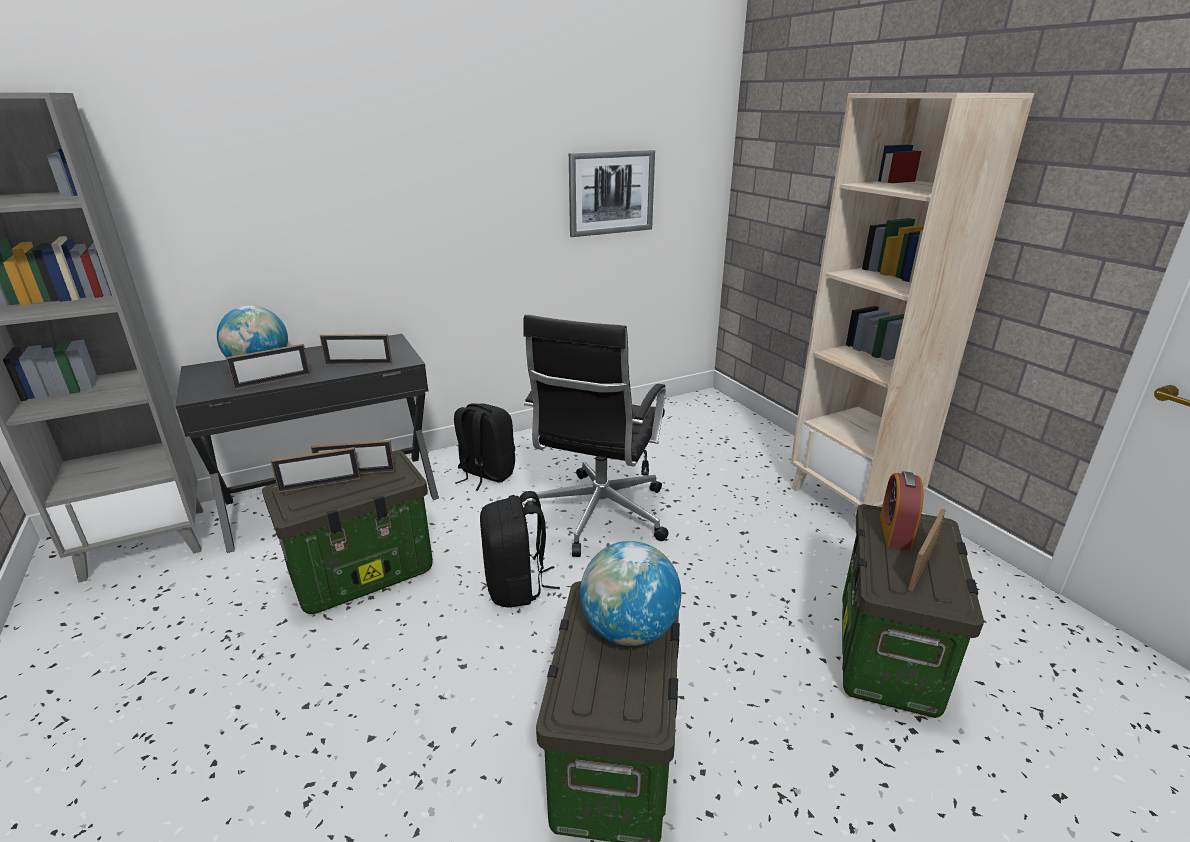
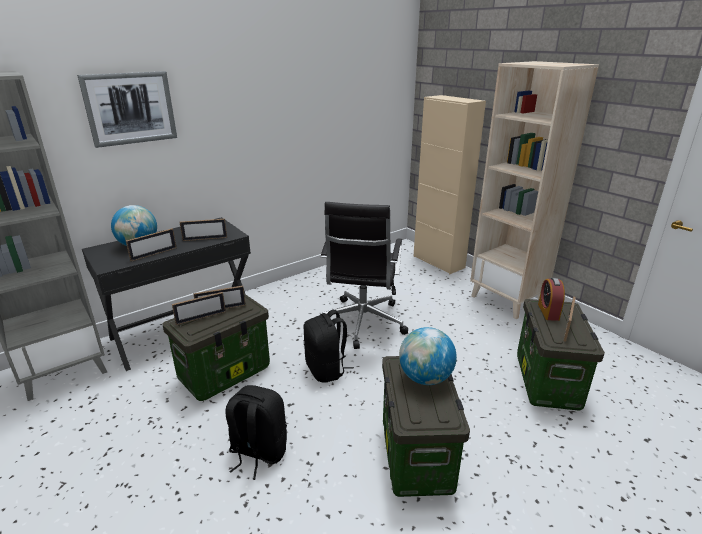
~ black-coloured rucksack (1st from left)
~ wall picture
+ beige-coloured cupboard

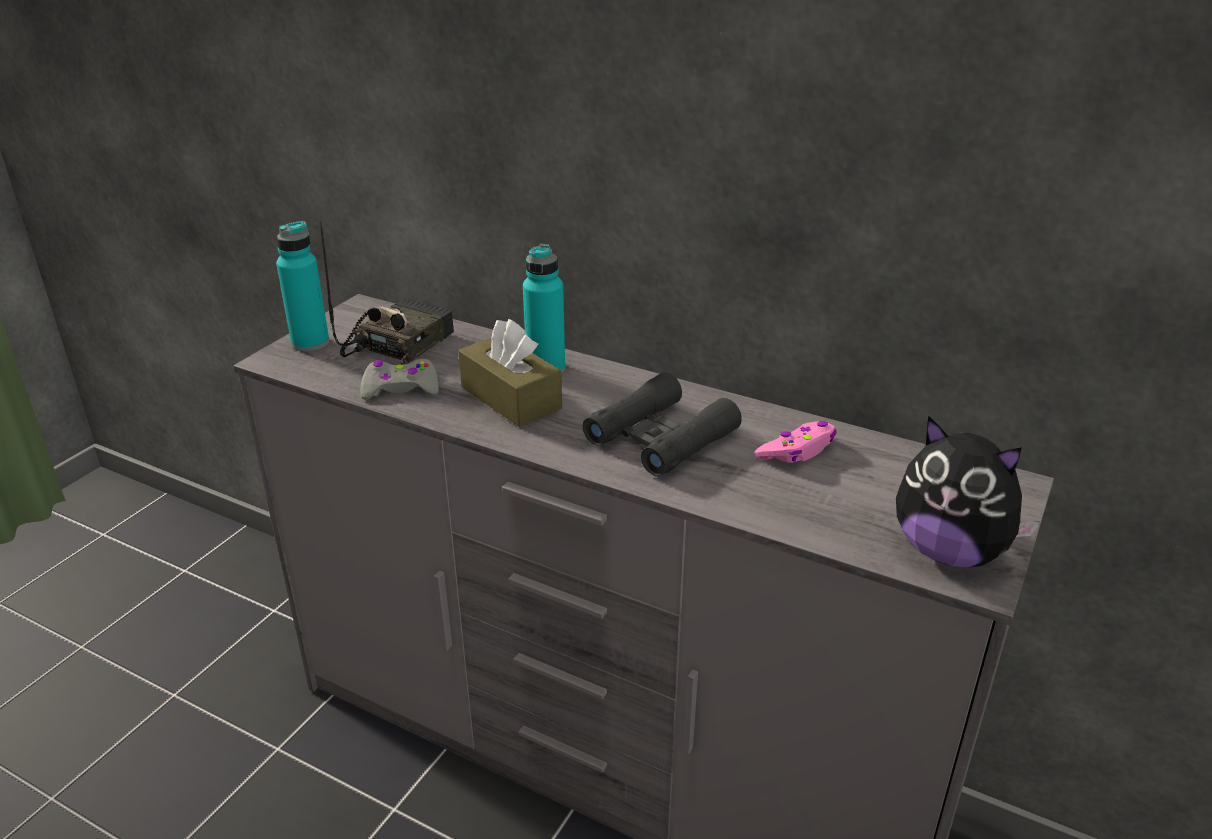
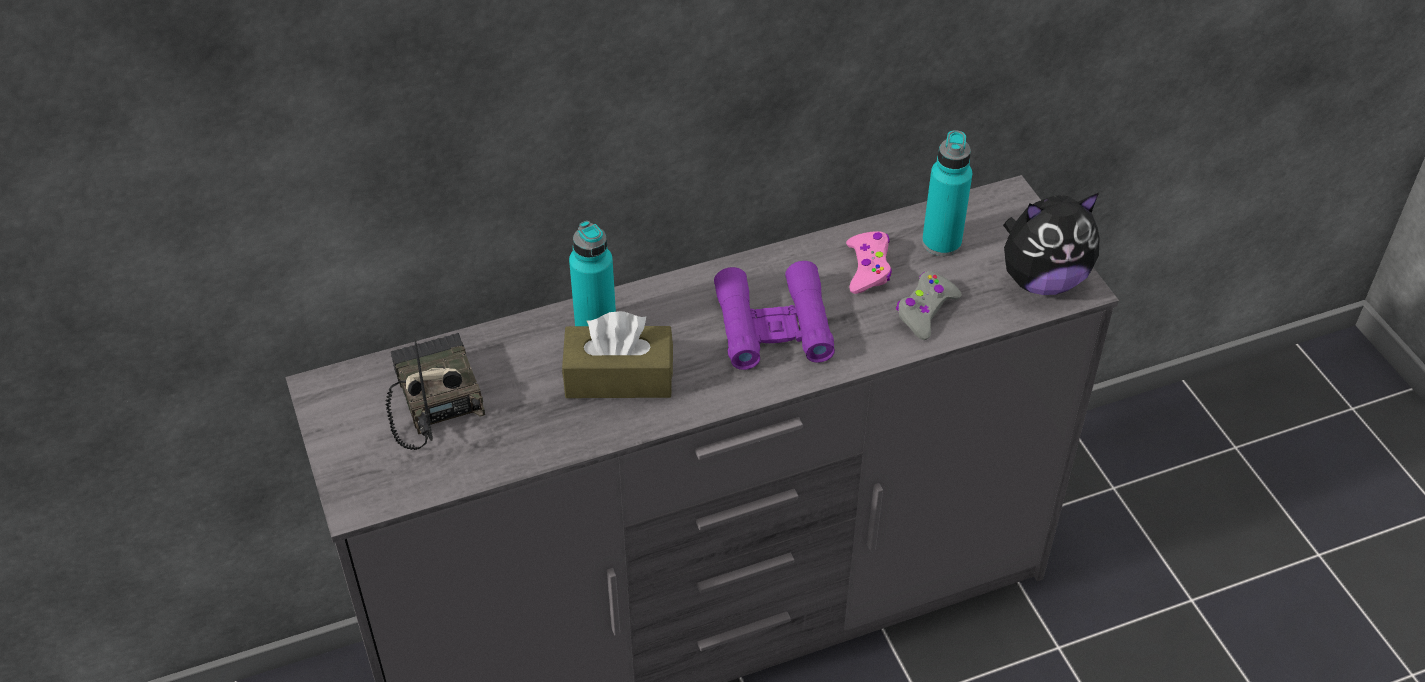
~ turquoise drink bottle (1st from left in the first image) to turquoise drink bottle (2nd from left)
~ gray joypad
~ black-coloured binoculars to purple-coloured binoculars

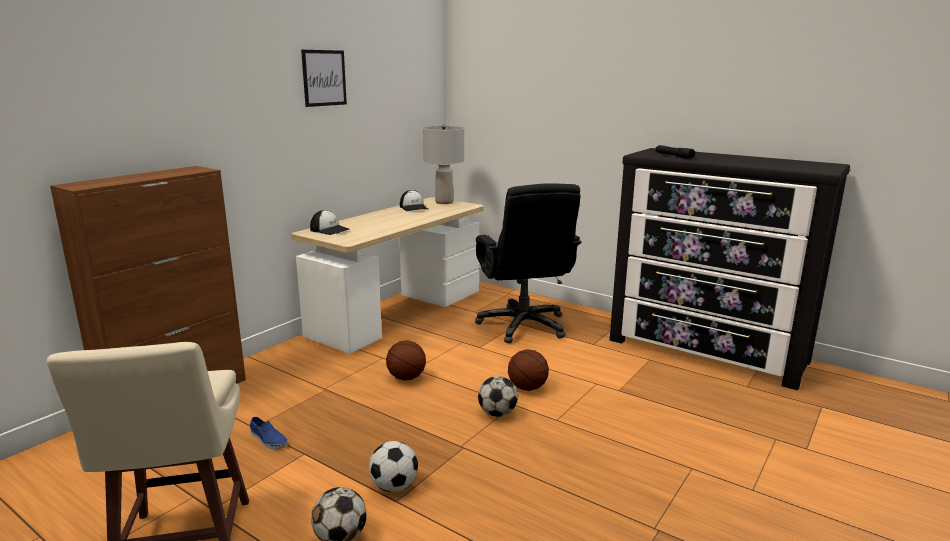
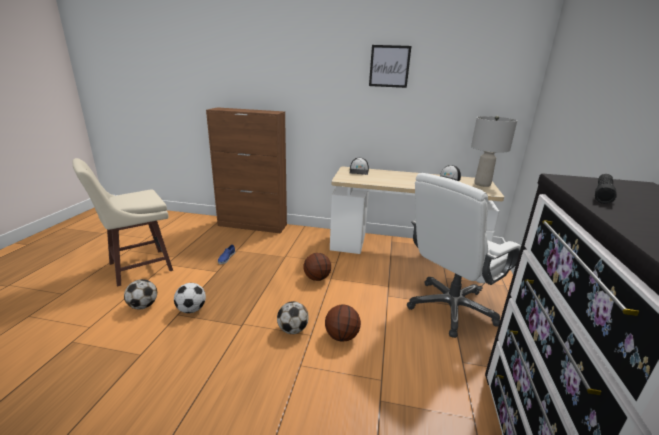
~ black-coloured computer chair to whitish computer chair

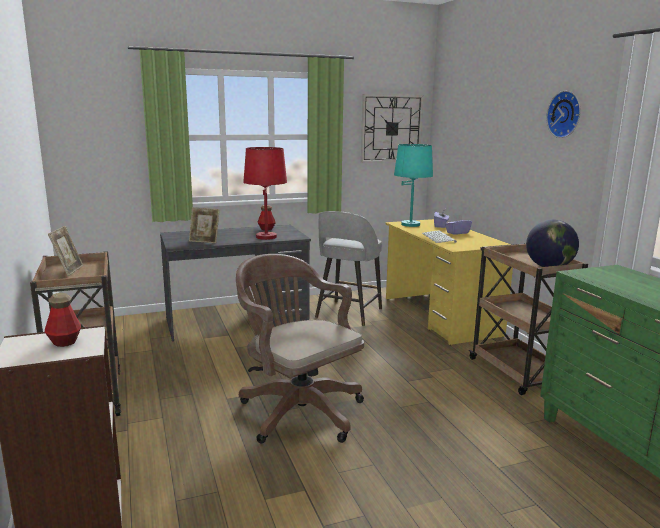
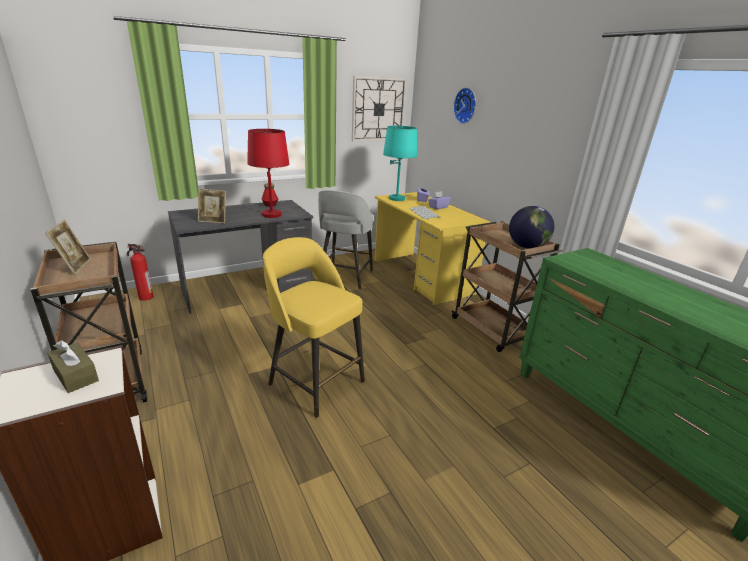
~ drink bottle (1st from left) to brown tissue holder
~ brown computer chair to yellow sitting stool
~ clock on the wall (2nd from left)
+ fire extinguisher

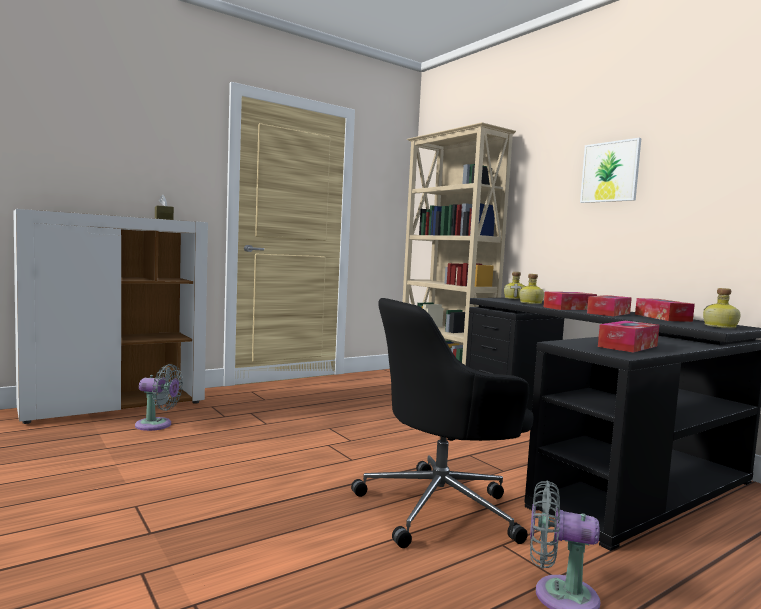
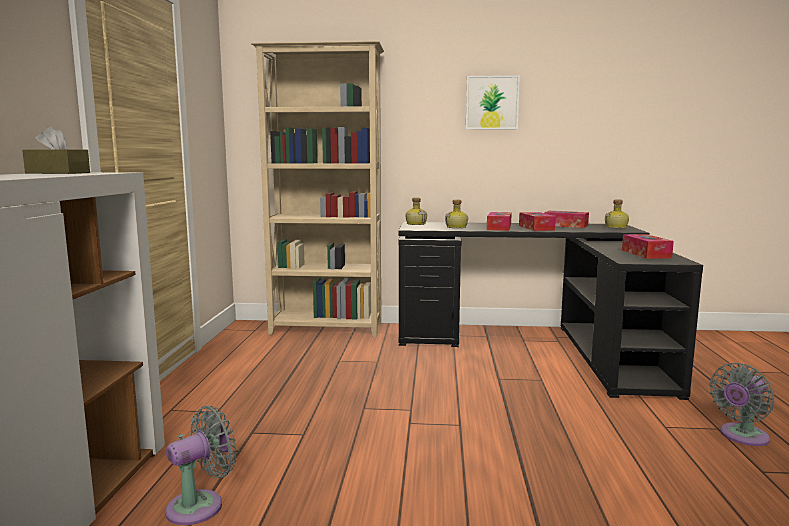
- black-coloured computer chair

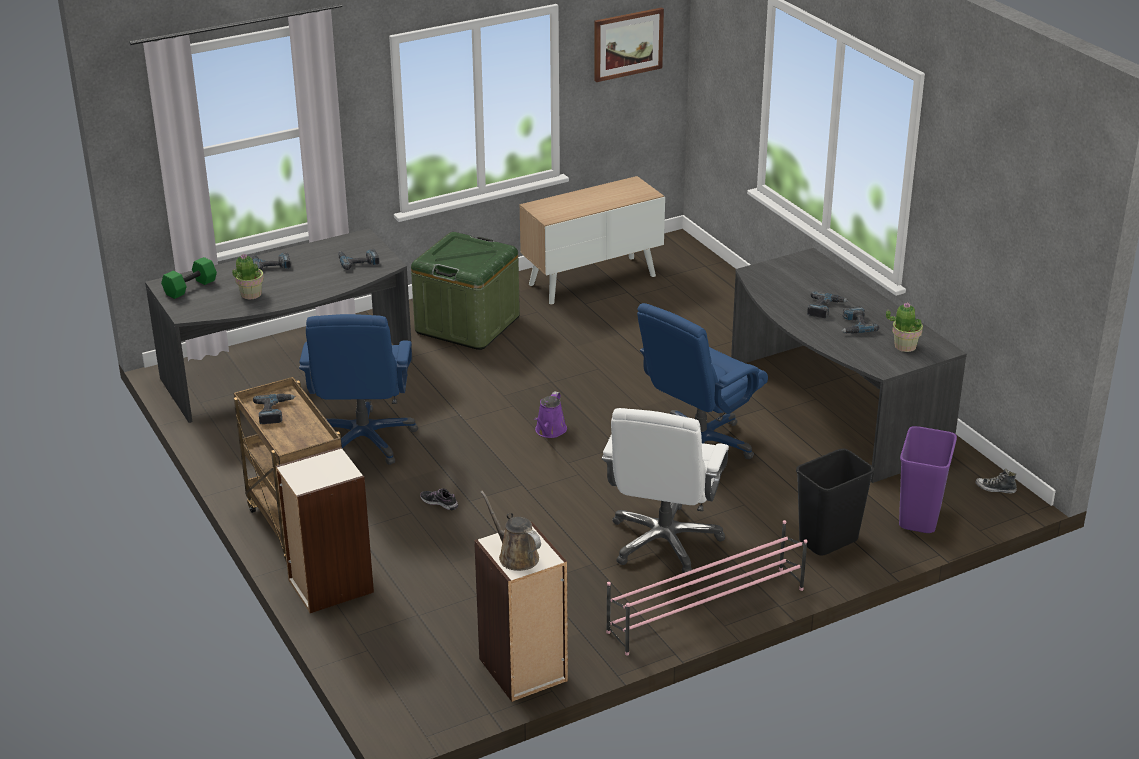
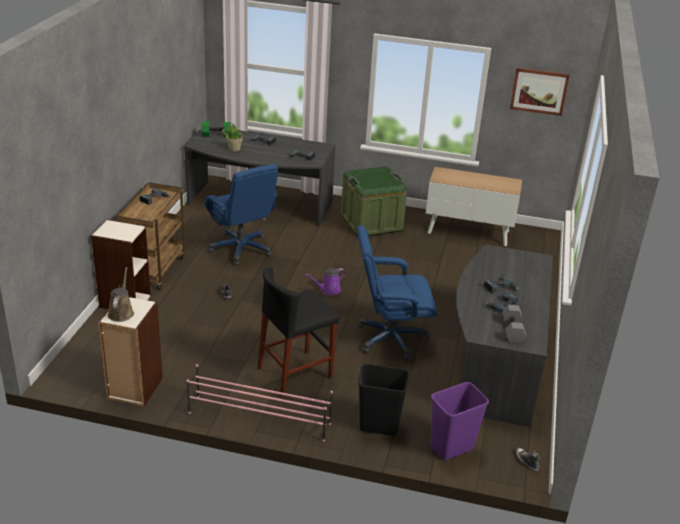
~ blue-coloured computer chair (1st from left) 75 degrees counterclockwise
~ whitish computer chair to black-coloured sitting stool
~ potted plant (2nd from left) to gray hand weight

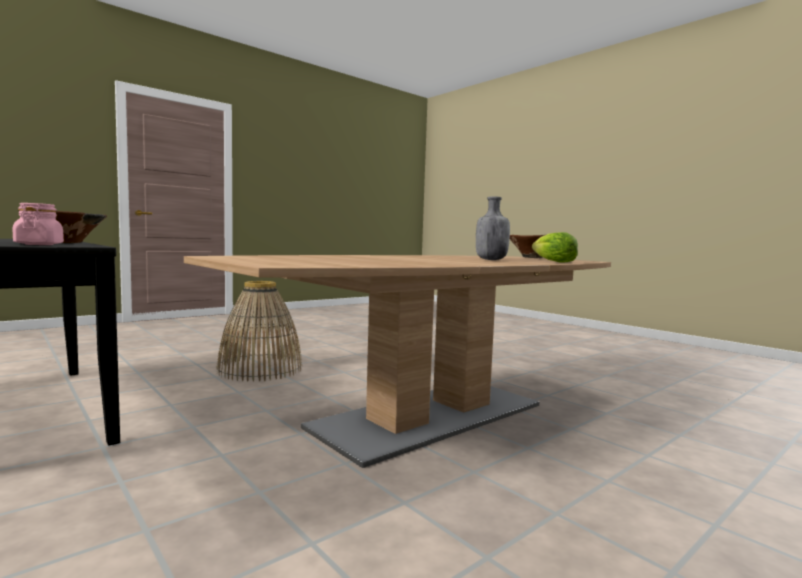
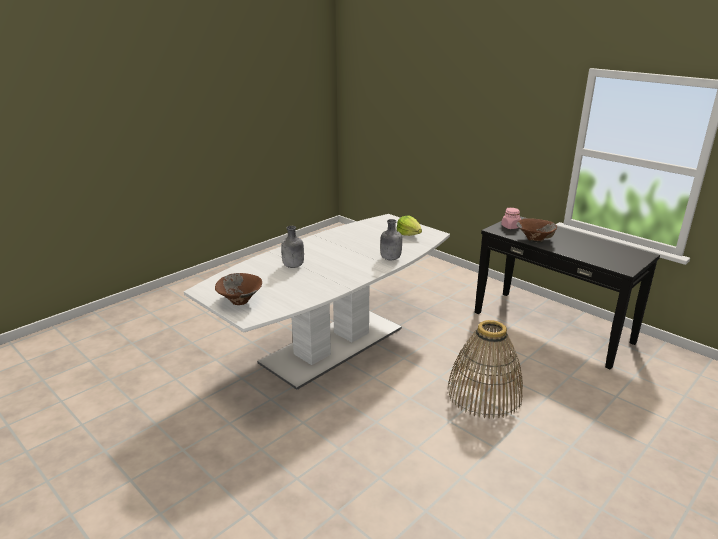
~ brown kitchen table to whitish kitchen table
~ lettuce
+ gray drink bottle (2nd from left)

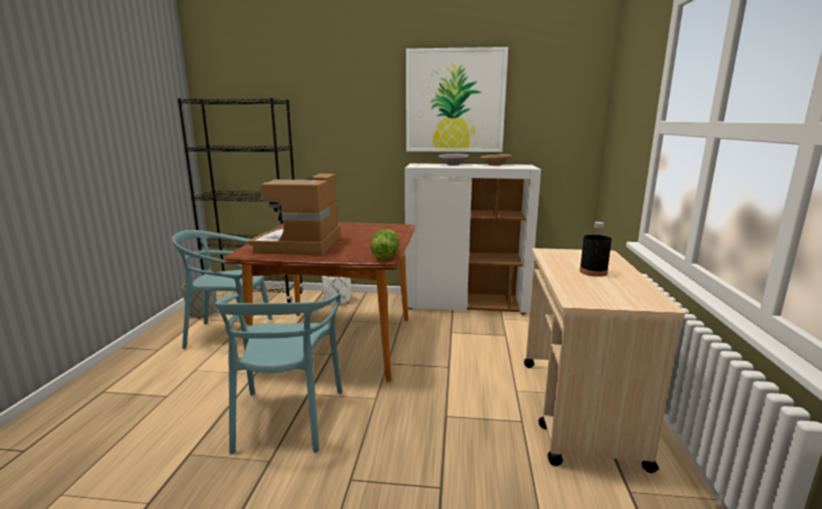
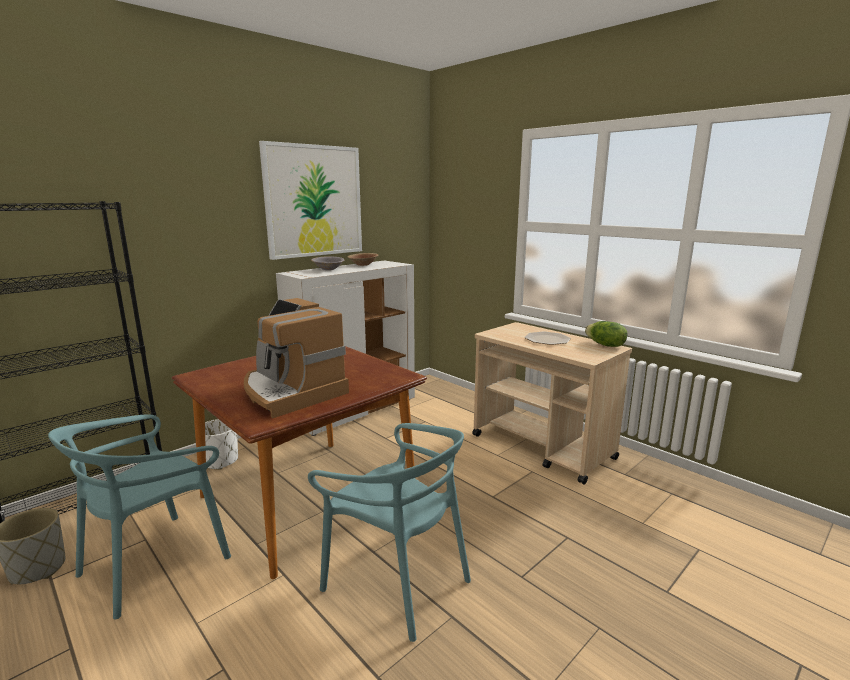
~ lettuce
~ black-coloured drink bottle to plate

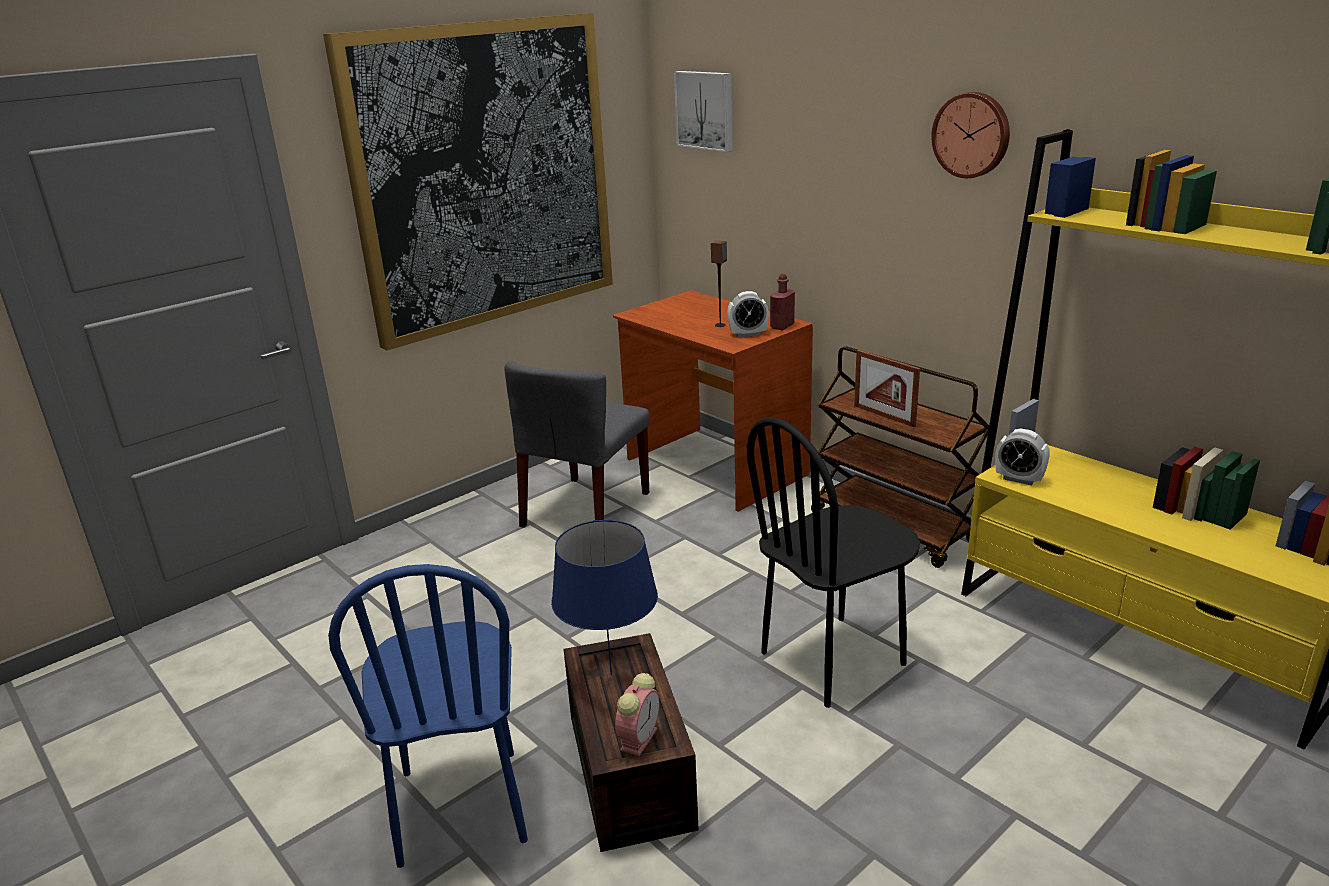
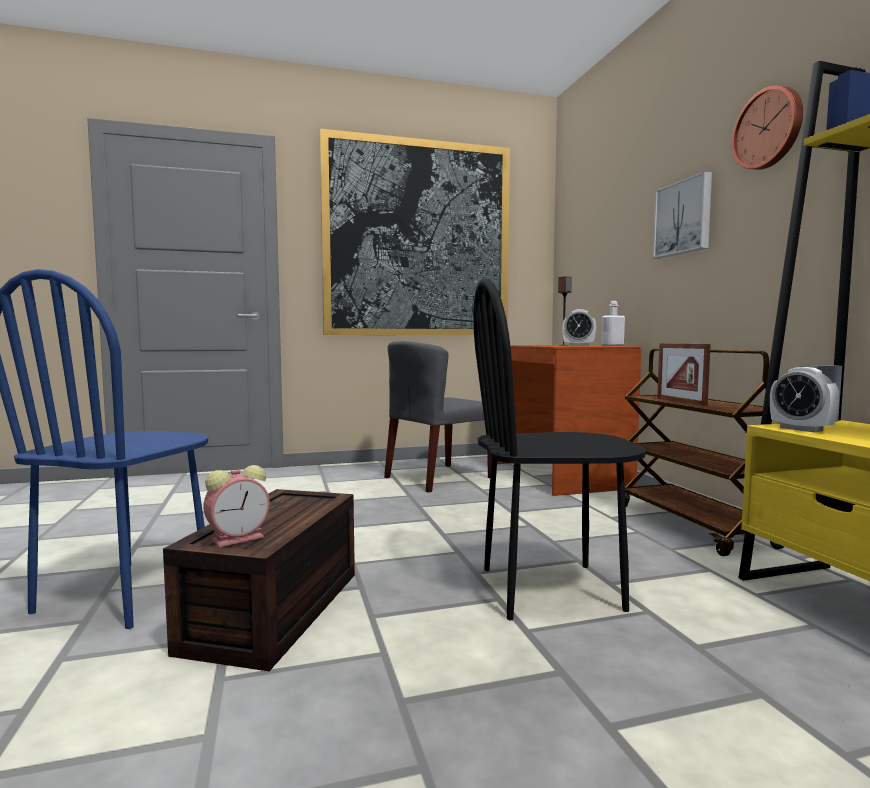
- blue-coloured table lamp
~ wall picture (2nd from left)
~ red-coloured drink bottle to whitish drink bottle

